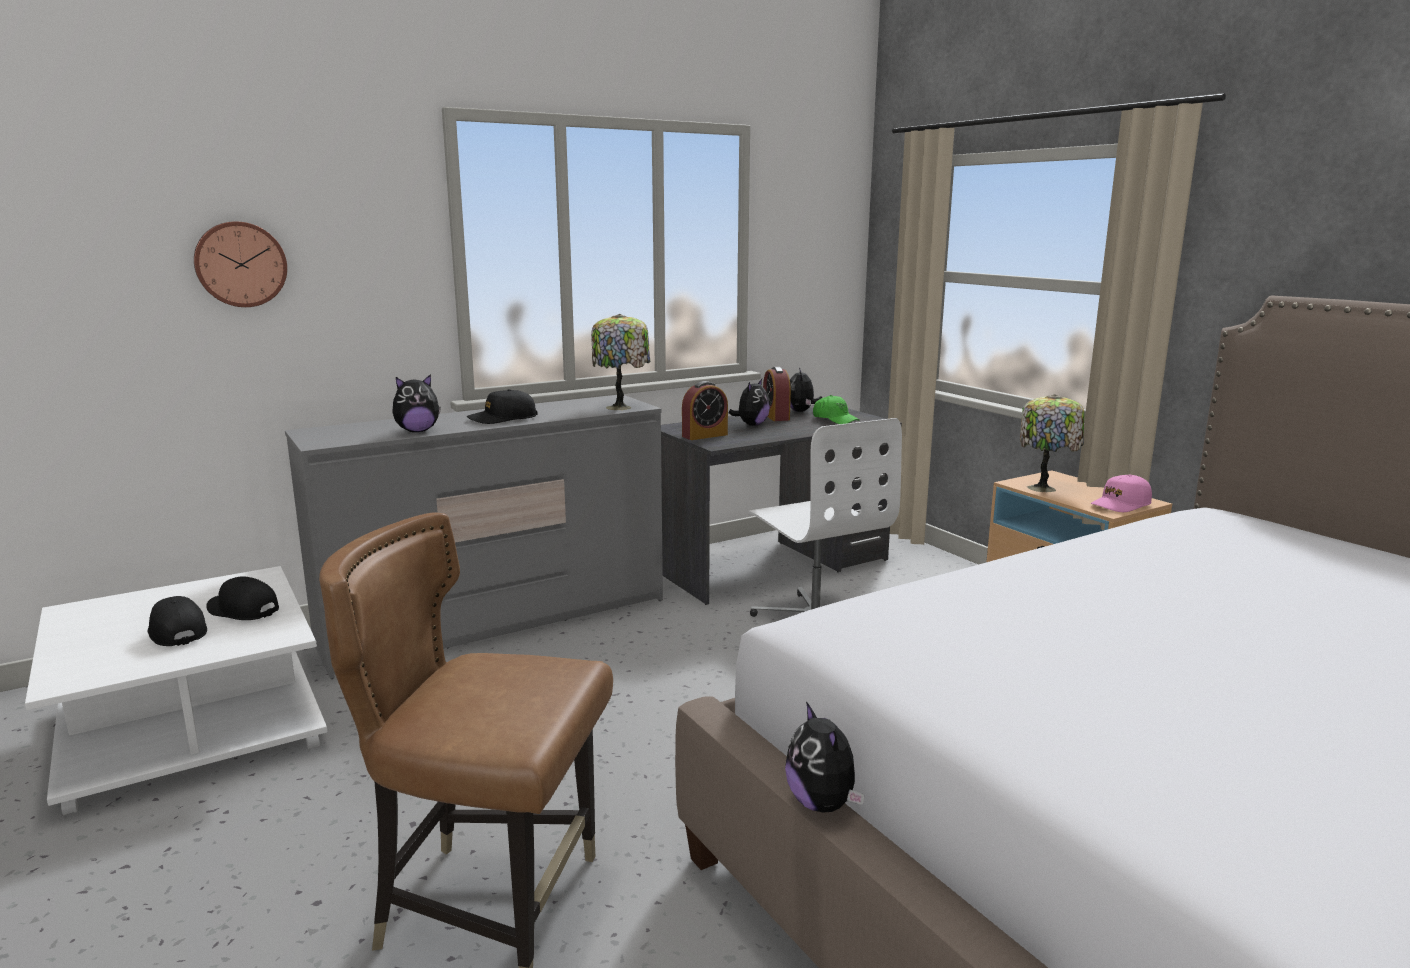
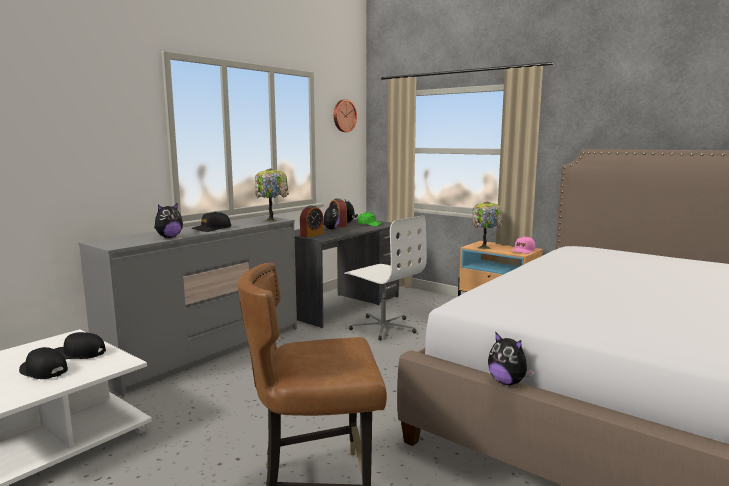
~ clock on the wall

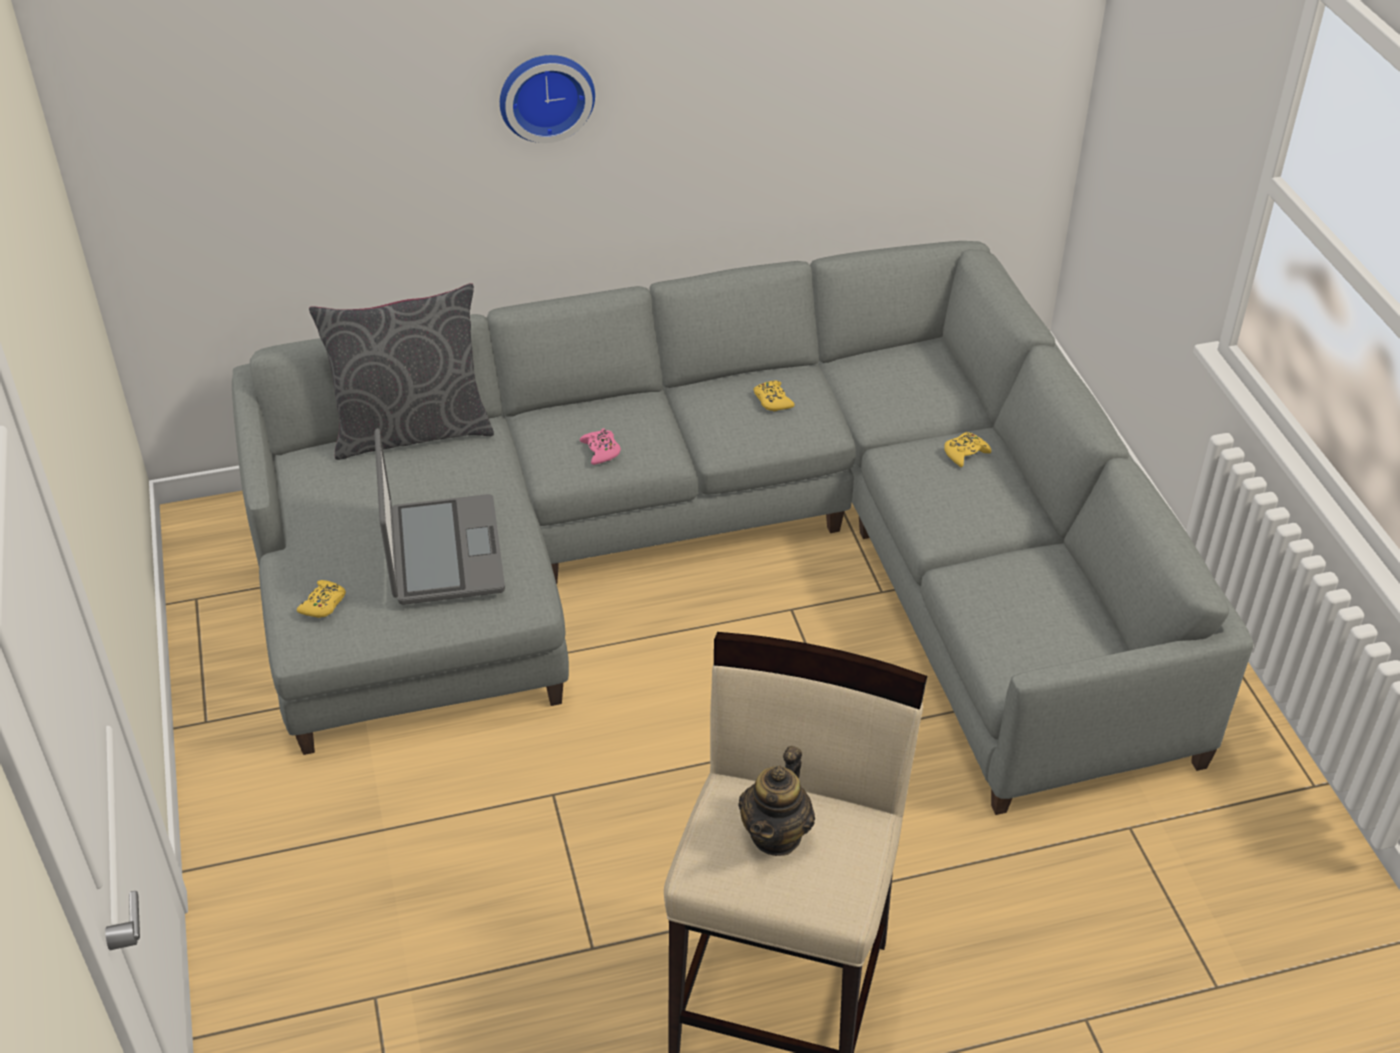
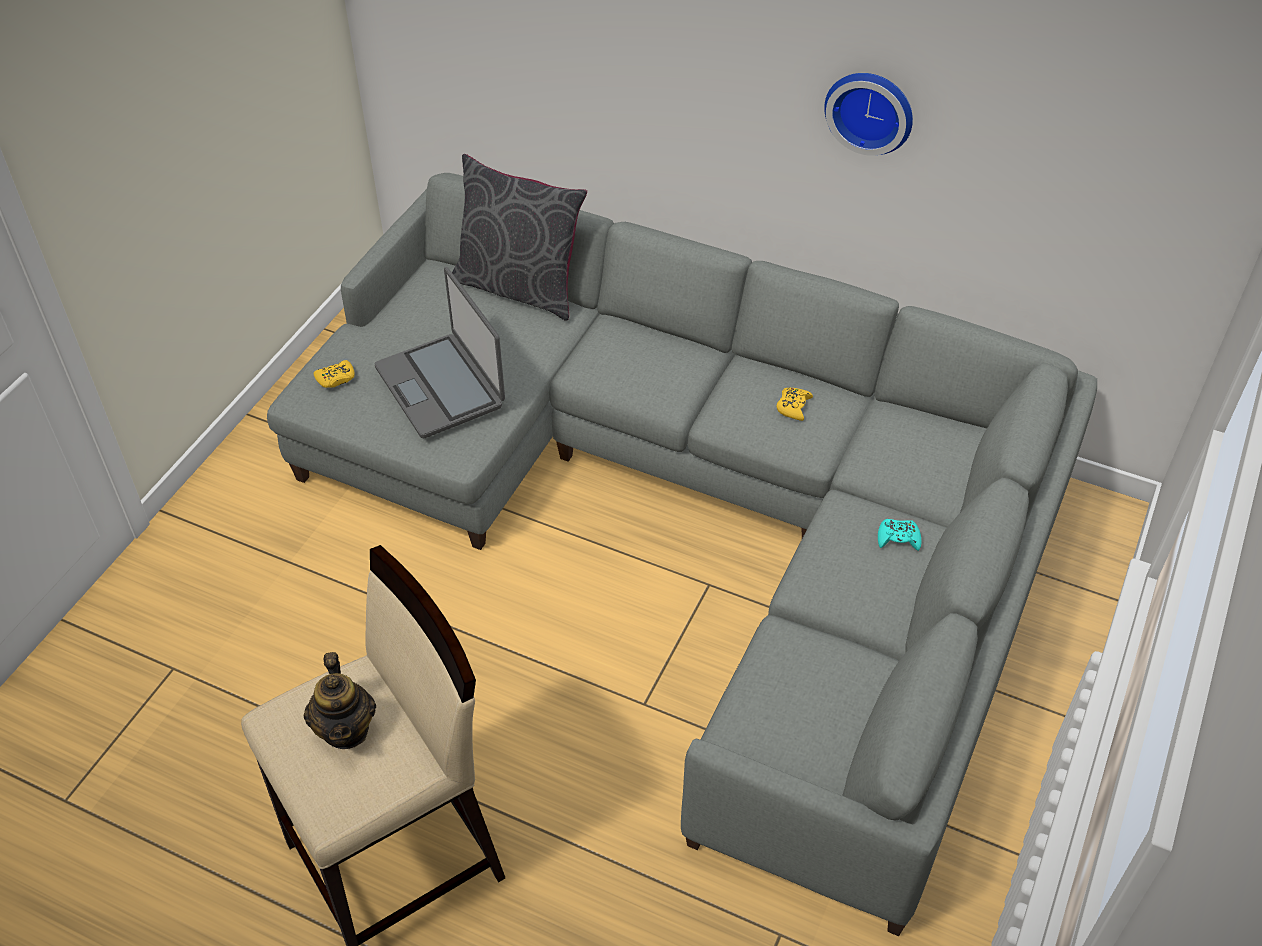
~ laptop 120 degrees clockwise
~ clock on the wall
- pinkish joypad
~ pot for tea 75 degrees counterclockwise
~ yellow joypad (3rd from left) to turquoise joypad

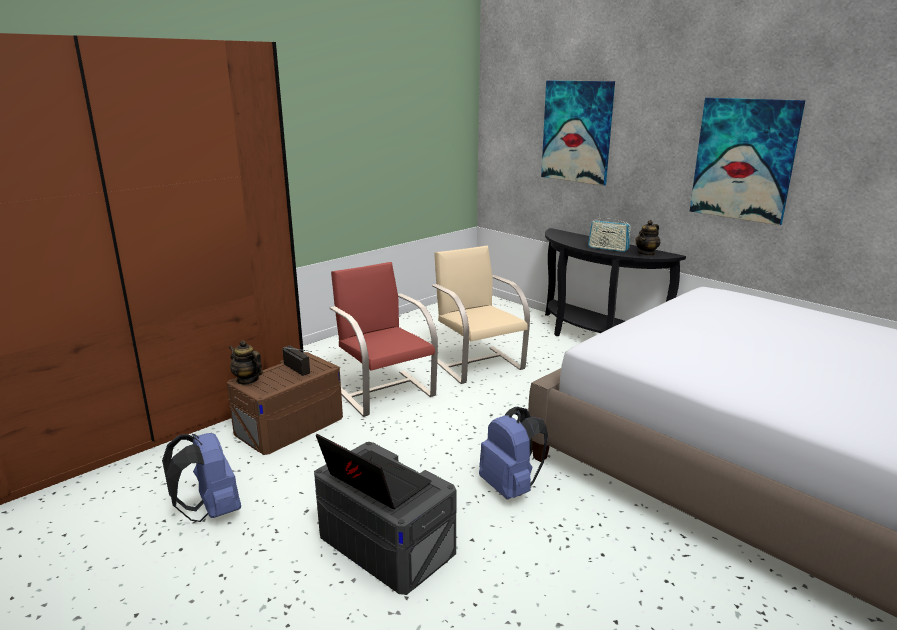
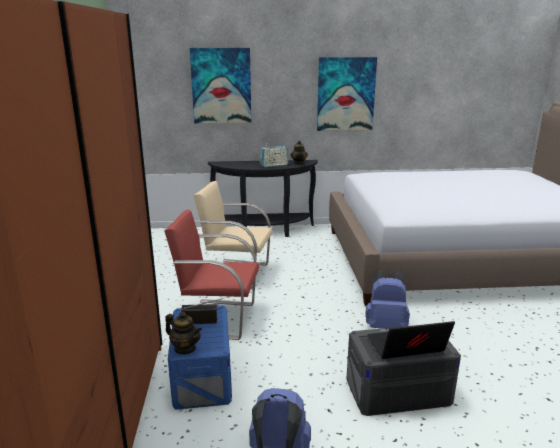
~ brown storage box to blue-coloured storage box
~ pot for tea (1st from left) 135 degrees counterclockwise

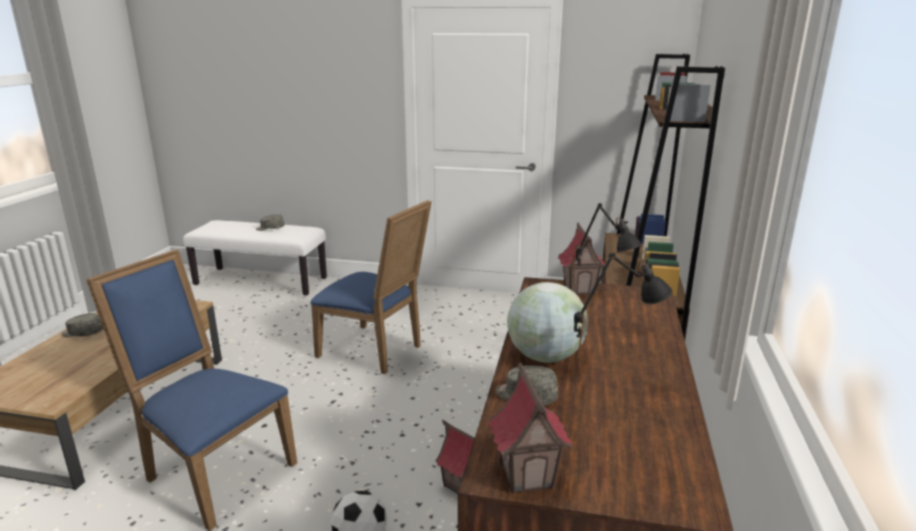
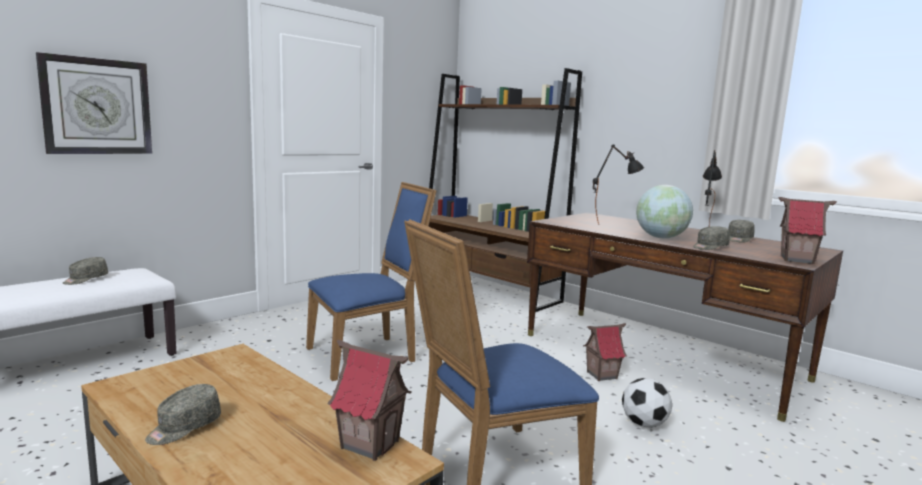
~ model house (3rd from left in the first image) to model house (1st from left)
+ clock on the wall
+ gray peaked cap (4th from left)

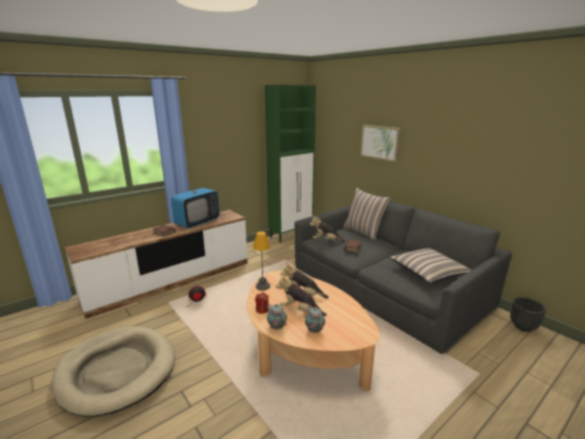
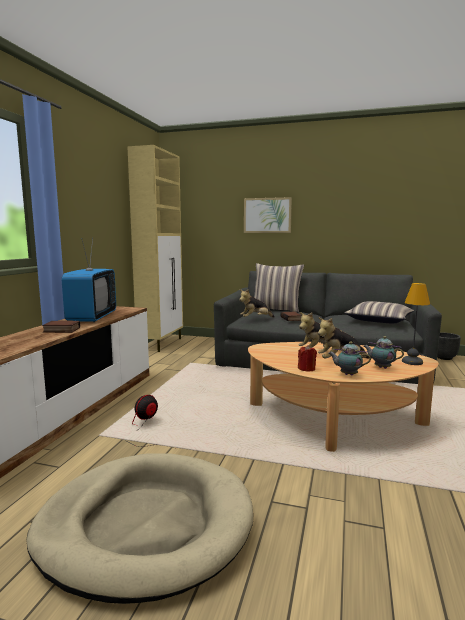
~ table lamp
~ greenish cupboard to beige-coloured cupboard

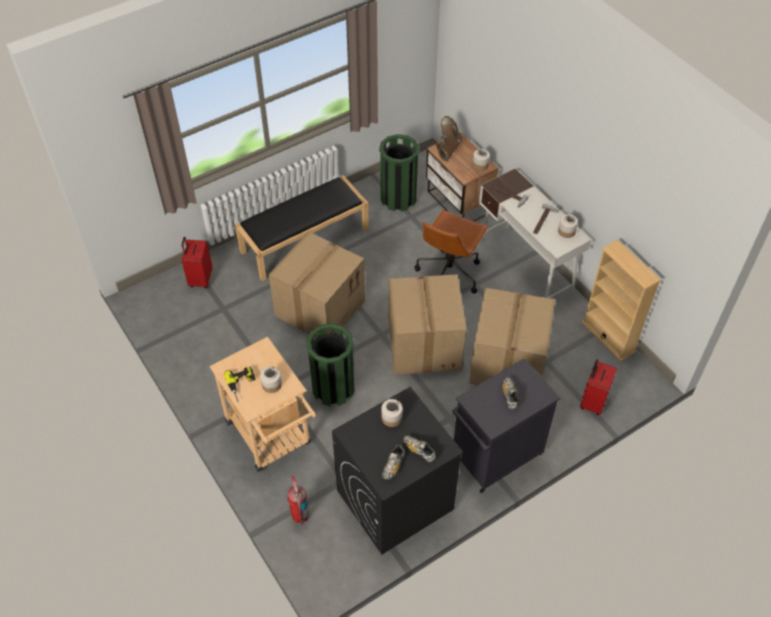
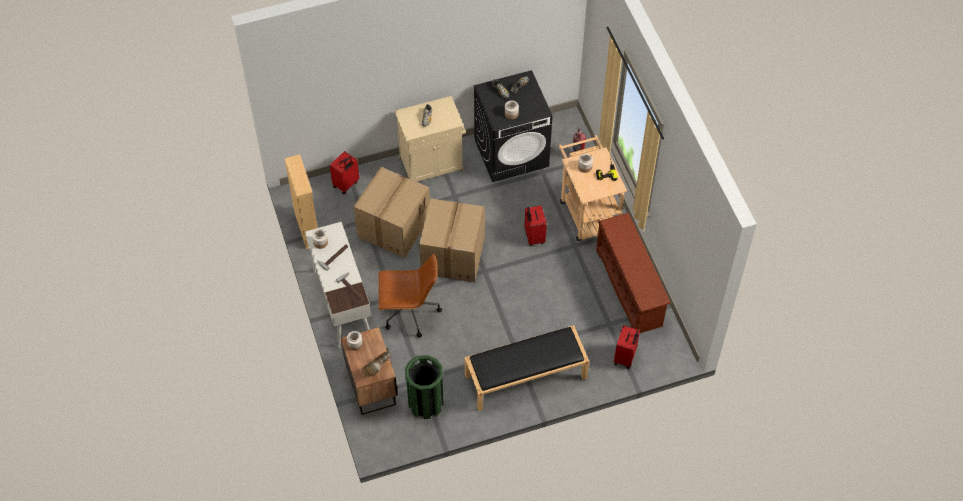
- packing box (1st from left)
~ greenish waste bin (1st from left) to red-coloured suitcase (2nd from left)
~ brown computer chair 45 degrees clockwise
~ black-coloured cupboard to beige-coloured cupboard
+ brown shoe stand

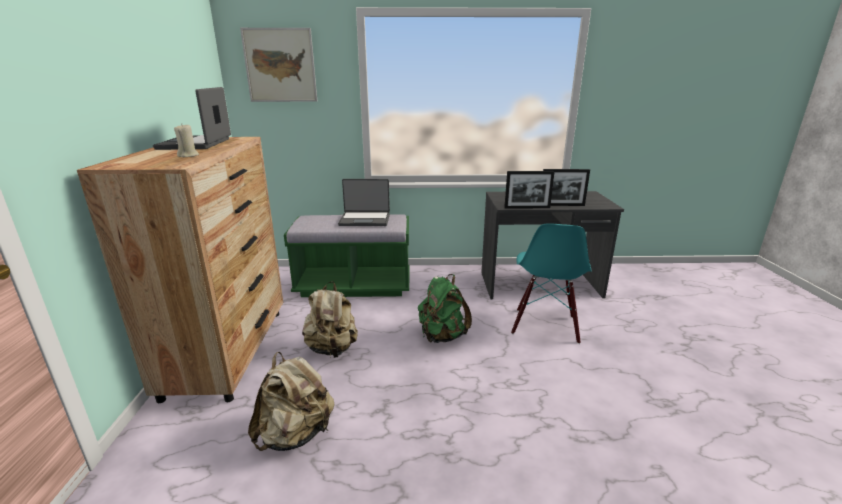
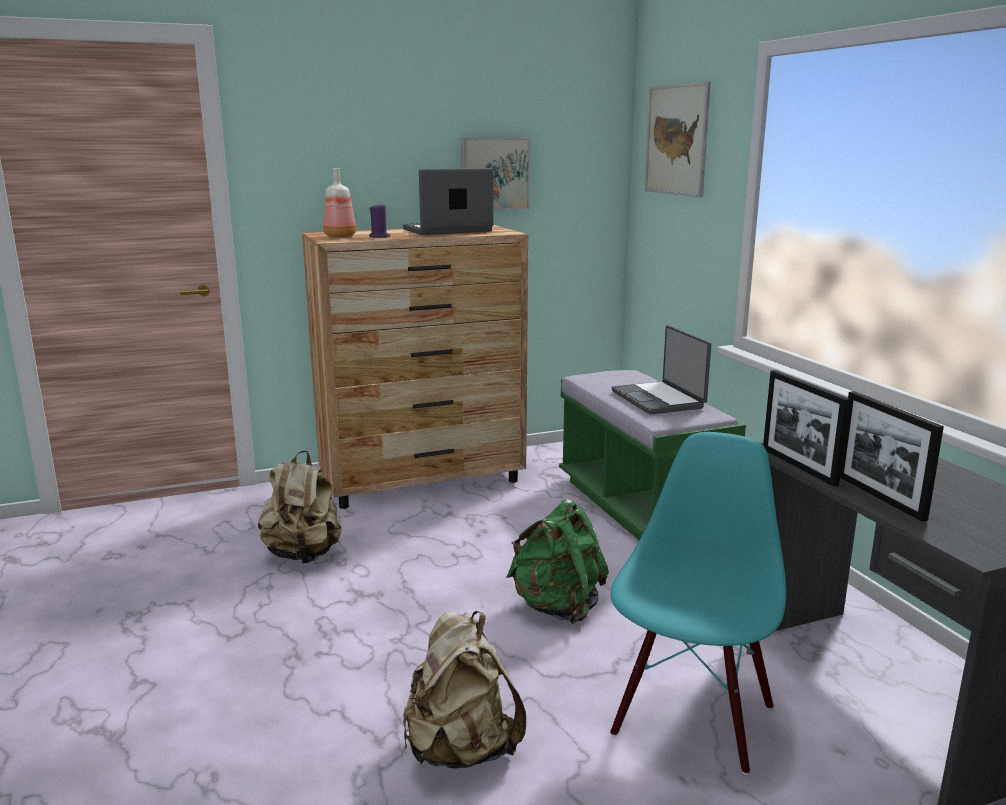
~ beige-coloured wax light to purple-coloured wax light
~ beige-coloured rucksack (2nd from left)
~ turquoise plain chair 120 degrees clockwise
+ drink bottle
+ wall picture (1st from left)

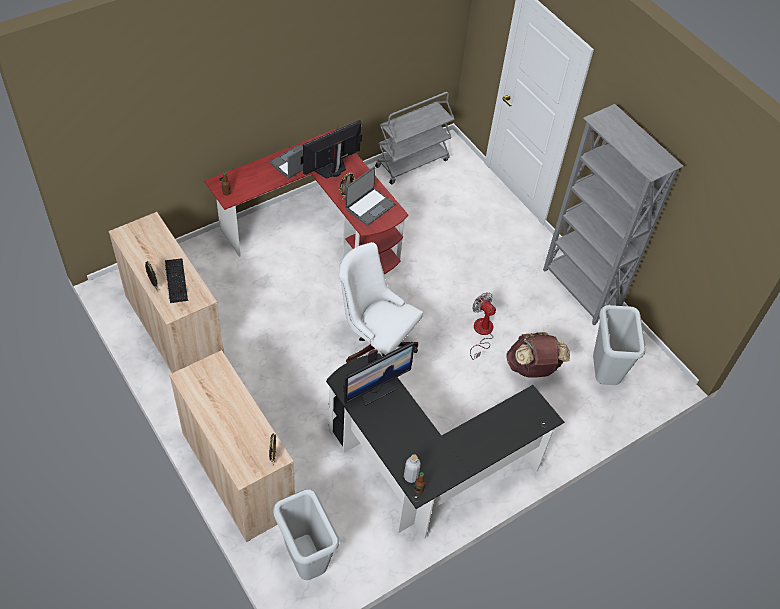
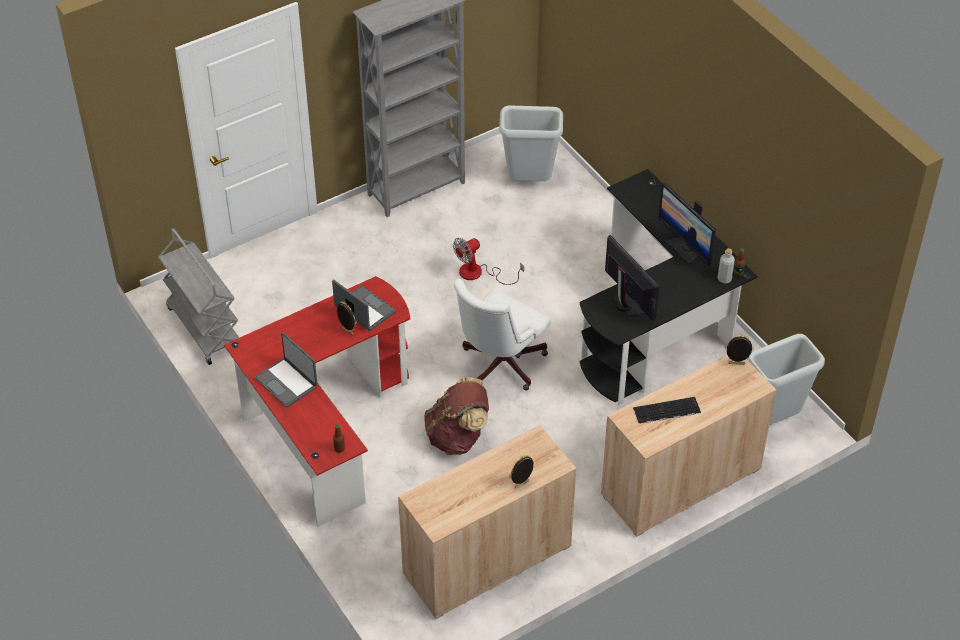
~ PC keyboard
~ computer screen (1st from left in the first image) to computer screen (2nd from left)
~ brown rucksack

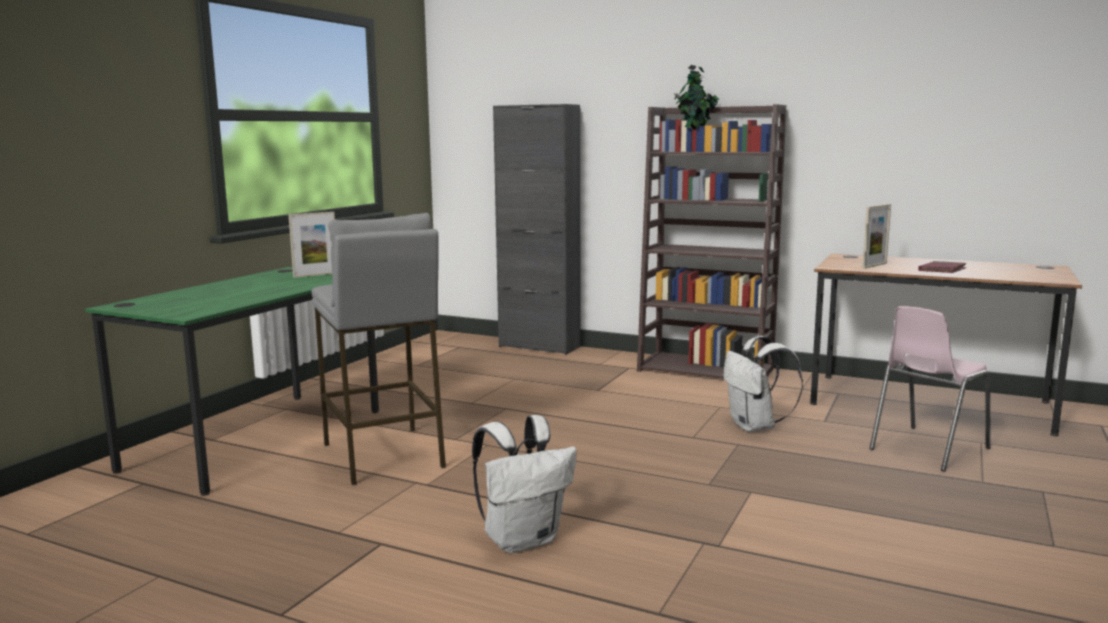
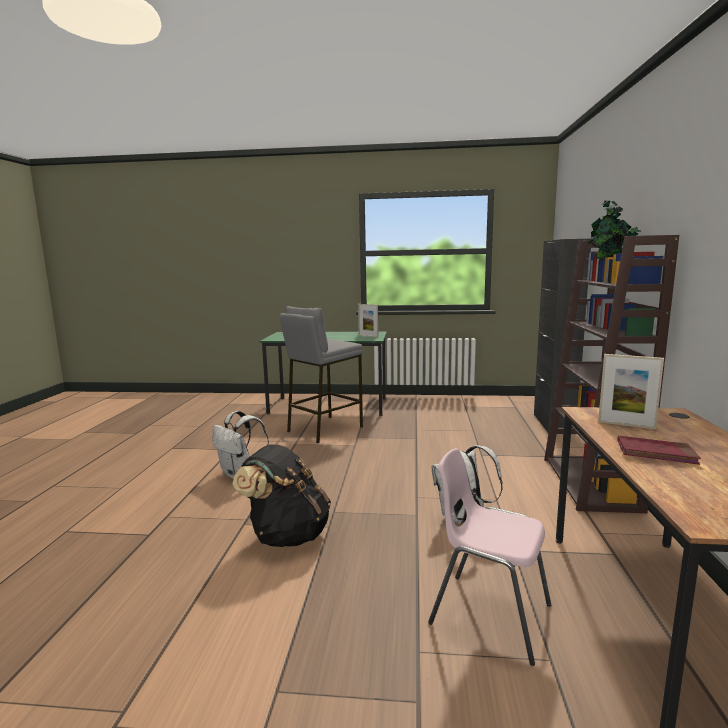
+ black-coloured rucksack

